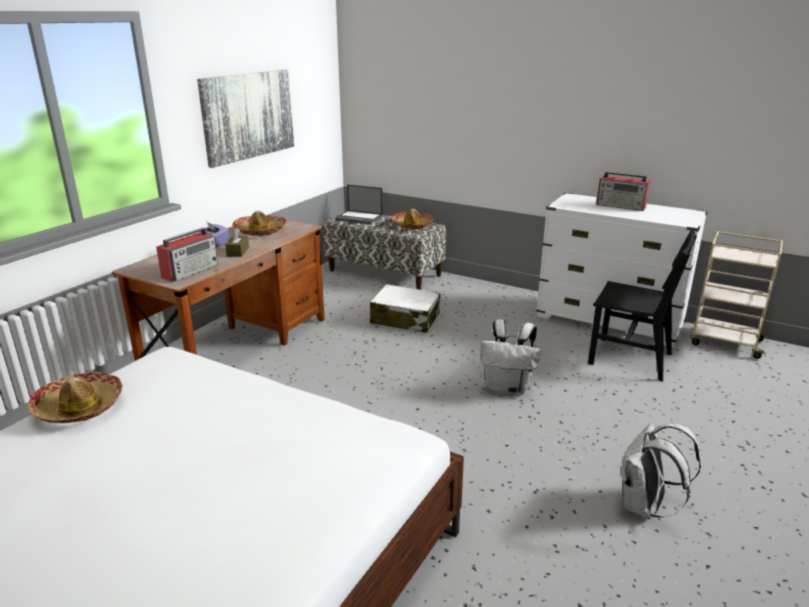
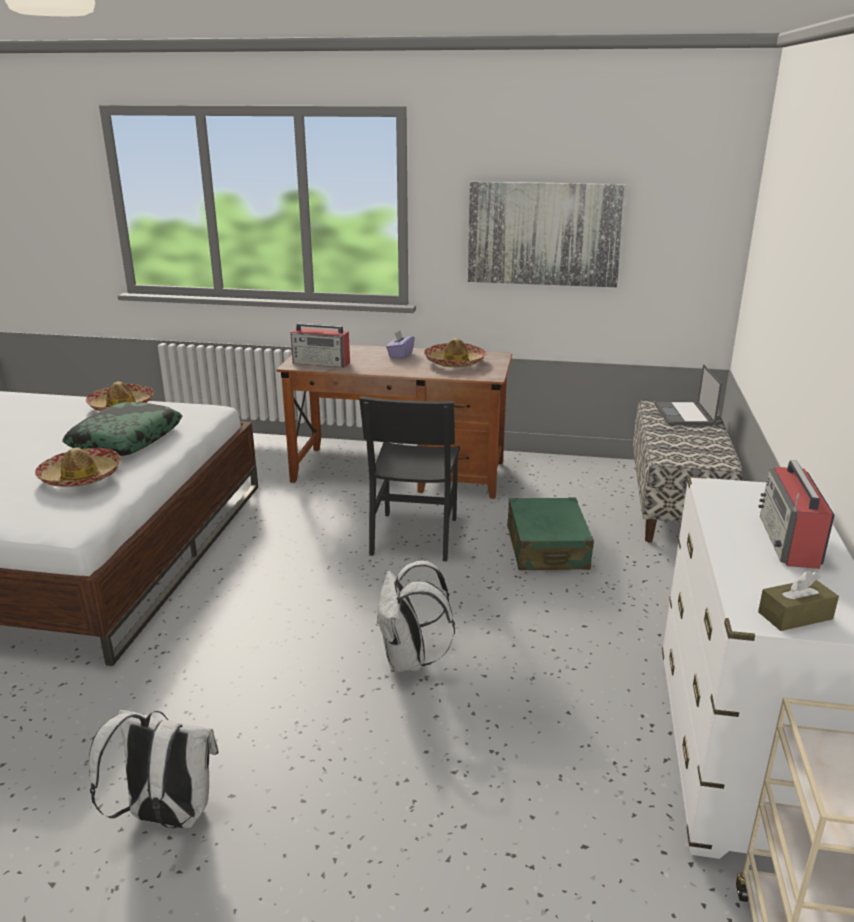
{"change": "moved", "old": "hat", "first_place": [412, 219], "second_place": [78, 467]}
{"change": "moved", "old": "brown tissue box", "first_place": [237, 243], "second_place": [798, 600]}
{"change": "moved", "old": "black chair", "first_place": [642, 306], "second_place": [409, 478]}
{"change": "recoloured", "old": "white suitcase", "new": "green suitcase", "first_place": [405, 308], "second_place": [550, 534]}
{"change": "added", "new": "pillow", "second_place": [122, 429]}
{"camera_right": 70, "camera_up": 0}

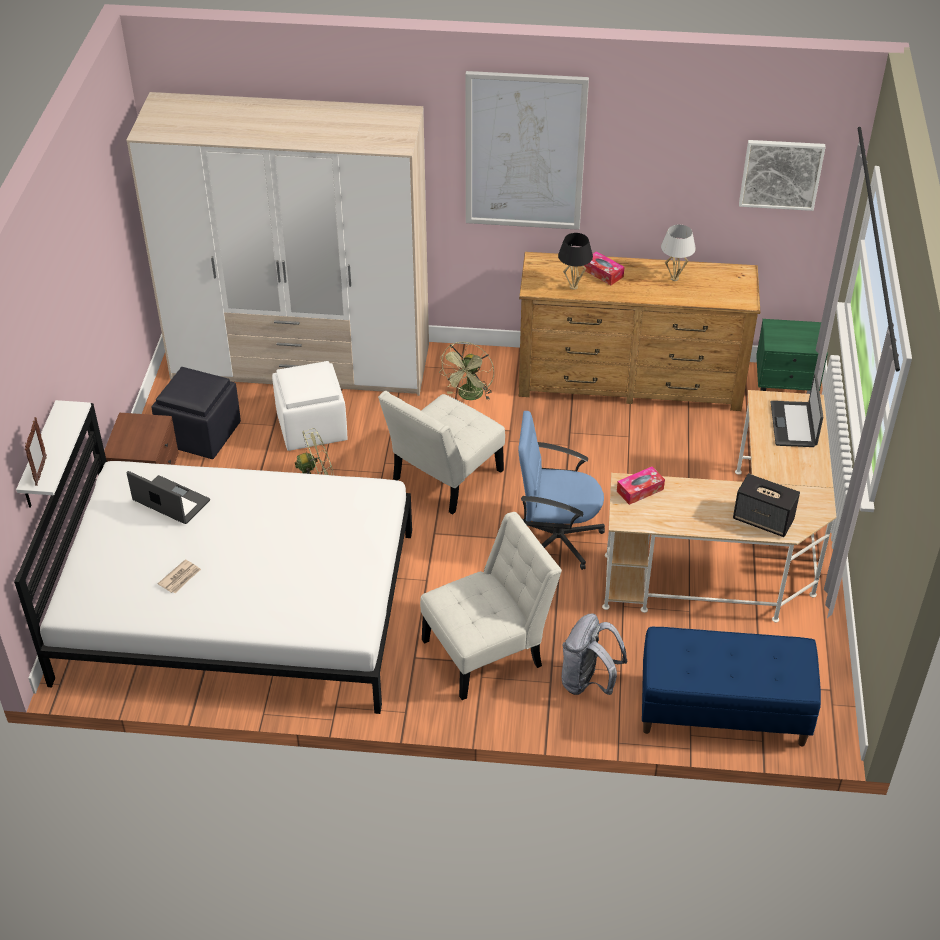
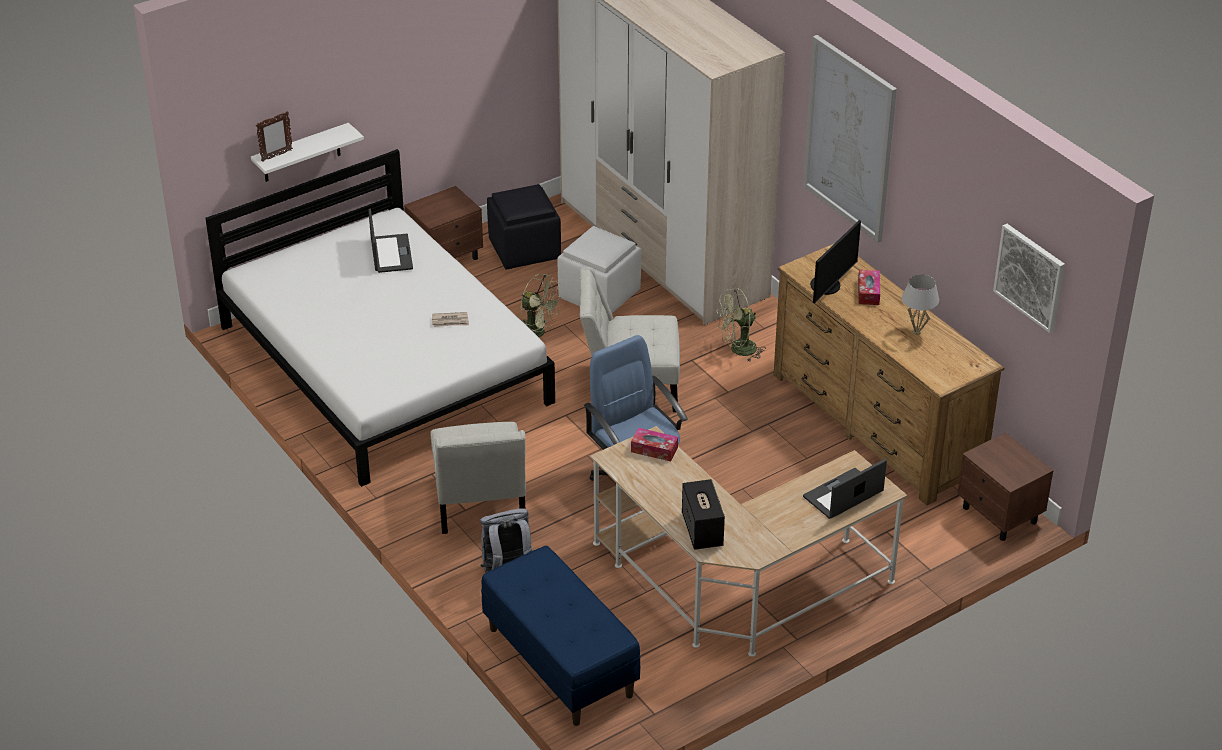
{"change": "replaced", "old": "black table lamp", "new": "monitor", "first_place": [575, 261], "second_place": [835, 261]}
{"change": "recoloured", "old": "green nightstand", "new": "brown nightstand", "first_place": [792, 355], "second_place": [1005, 486]}
{"change": "turned", "old": "white chair", "first_place": [491, 606], "second_place": [478, 478], "degrees": 60}
{"change": "moved", "old": "newspaper", "first_place": [179, 576], "second_place": [450, 319]}
{"camera_right": 50, "camera_up": -5}

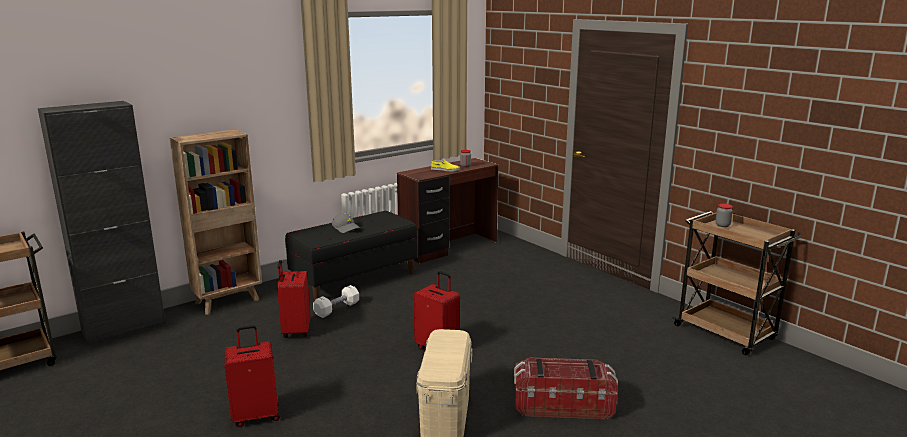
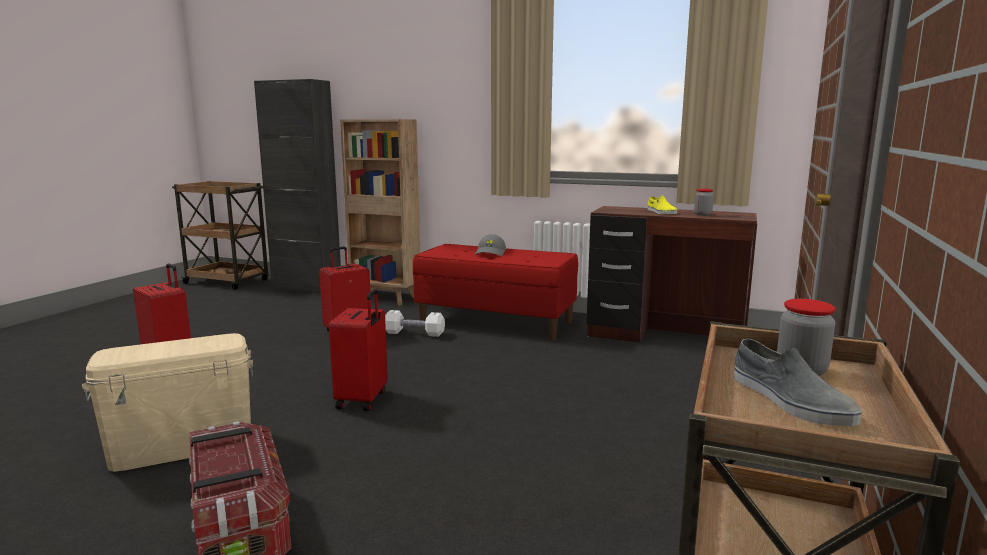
{"change": "recoloured", "old": "black bench", "new": "red bench", "first_place": [351, 256], "second_place": [495, 292]}
{"change": "added", "new": "grey shoe", "second_place": [798, 382]}
{"camera_right": 60, "camera_up": -5}

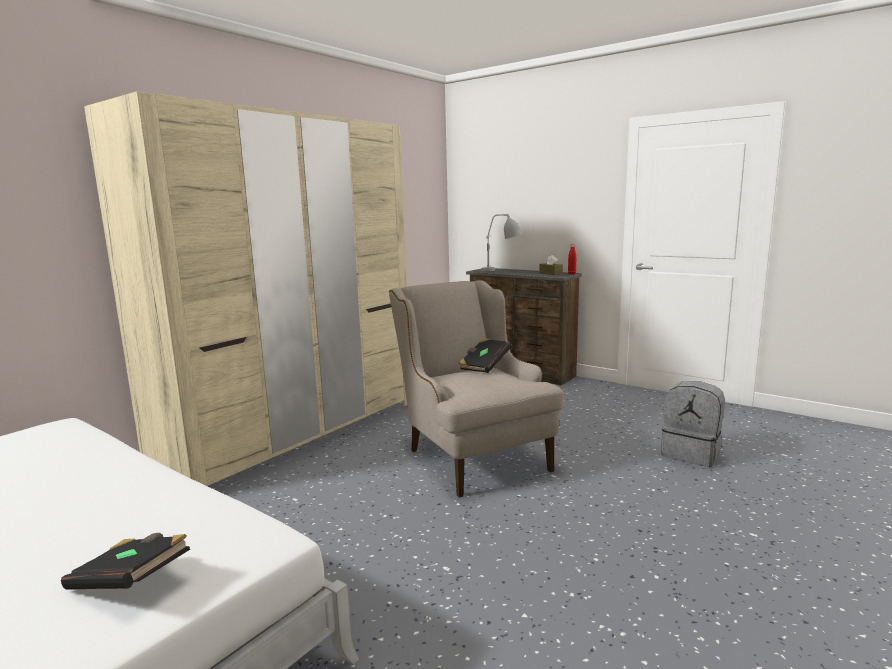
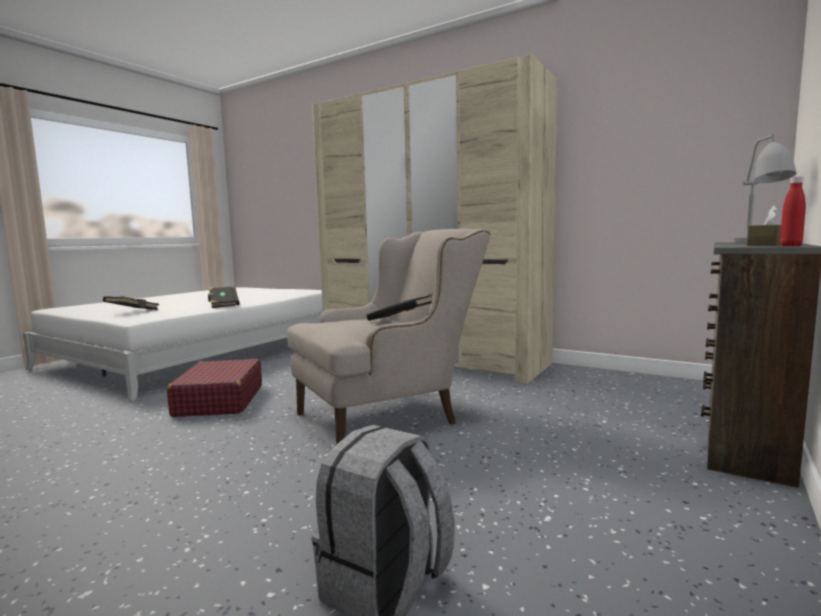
{"change": "added", "new": "black book", "second_place": [224, 297]}
{"change": "added", "new": "red suitcase", "second_place": [214, 388]}
{"camera_right": 85, "camera_up": -5}

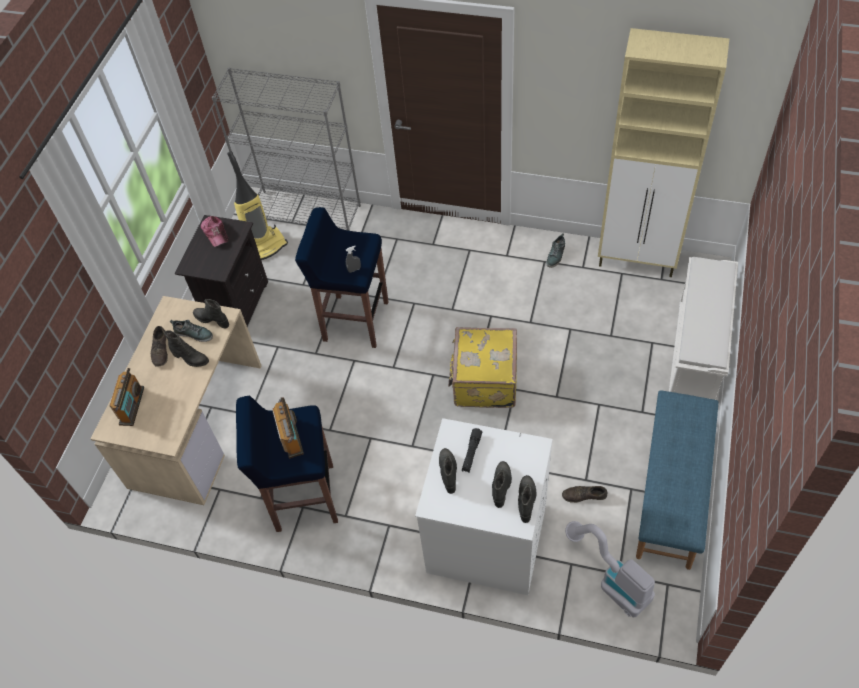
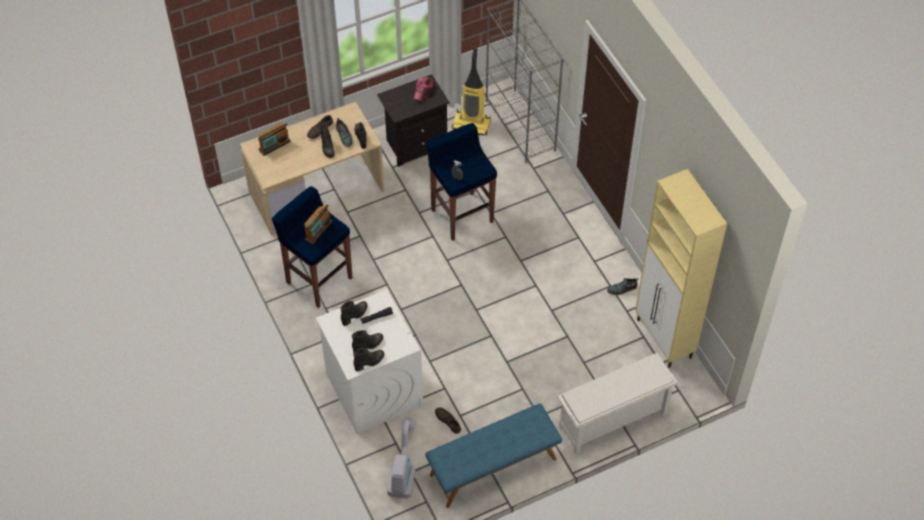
{"change": "removed", "old": "yellow suitcase", "first_place": [482, 367]}
{"camera_right": 45, "camera_up": 0}

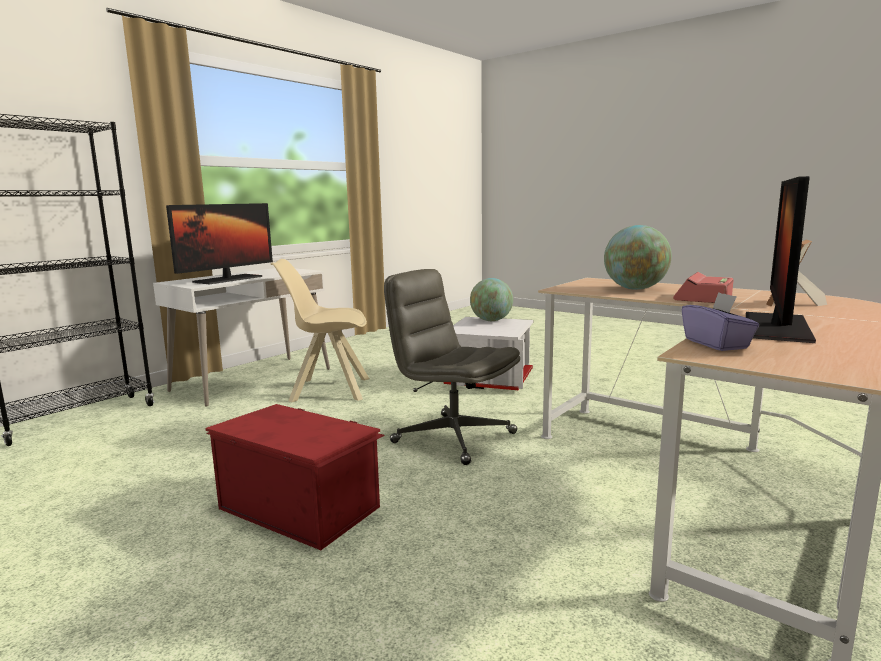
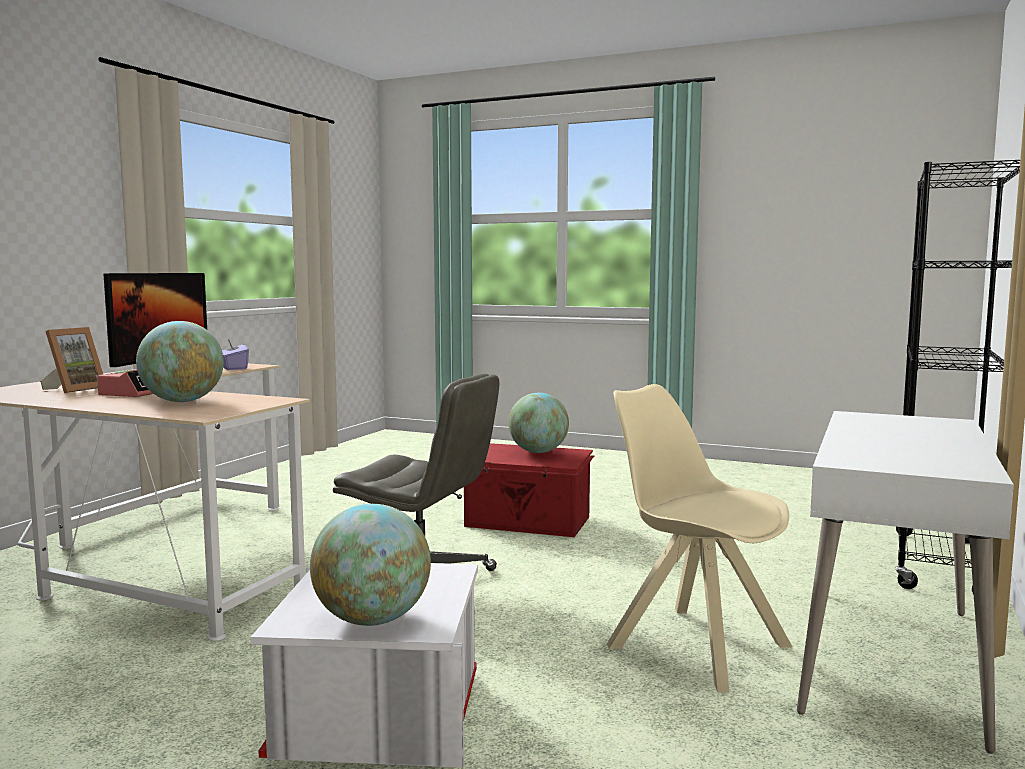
{"change": "removed", "old": "monitor", "first_place": [219, 243]}
{"change": "turned", "old": "beige chair", "first_place": [320, 330], "second_place": [699, 538], "degrees": -120}
{"change": "added", "new": "globe", "second_place": [538, 423]}
{"camera_right": 165, "camera_up": -5}

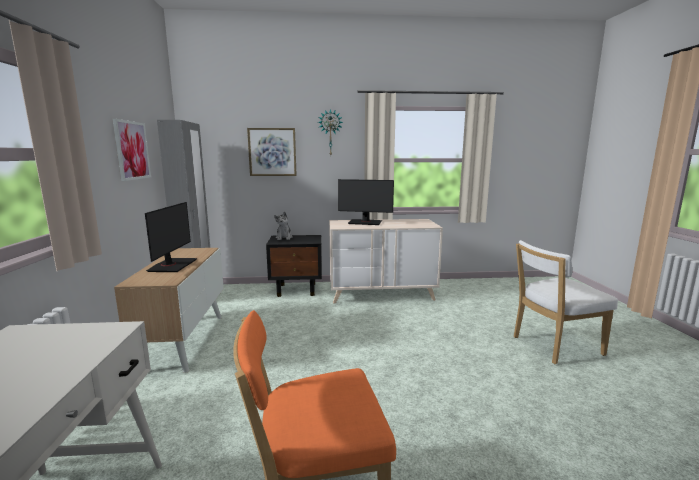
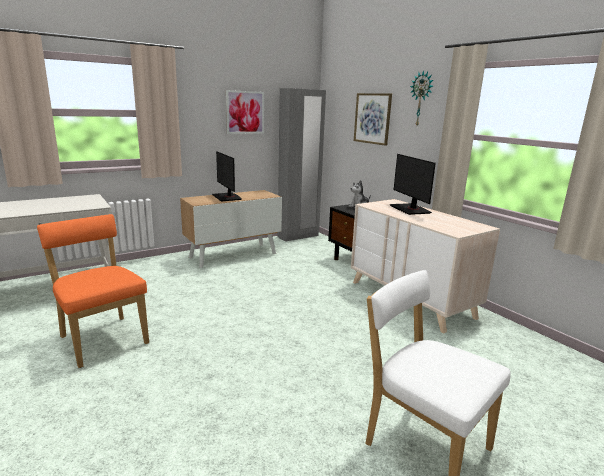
{"change": "turned", "old": "monitor", "first_place": [171, 237], "second_place": [227, 176], "degrees": 90}
{"camera_right": 60, "camera_up": 5}

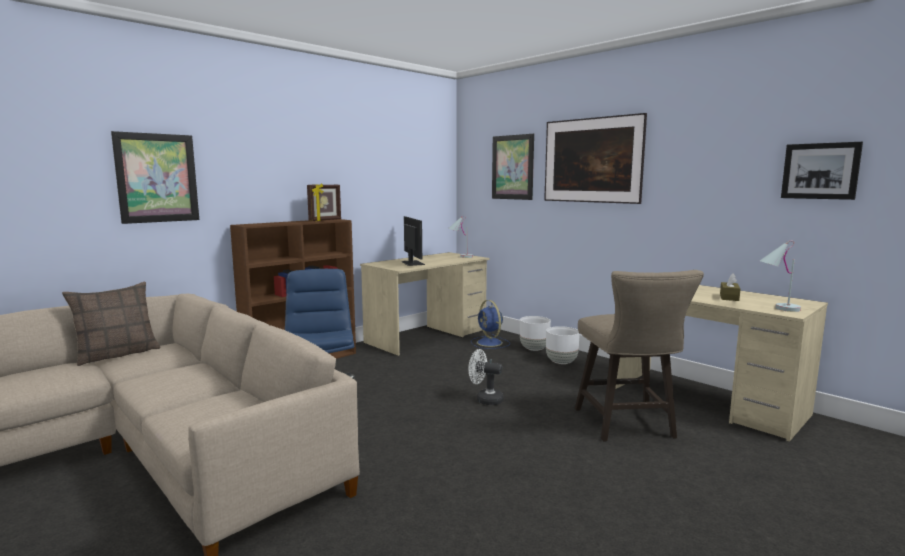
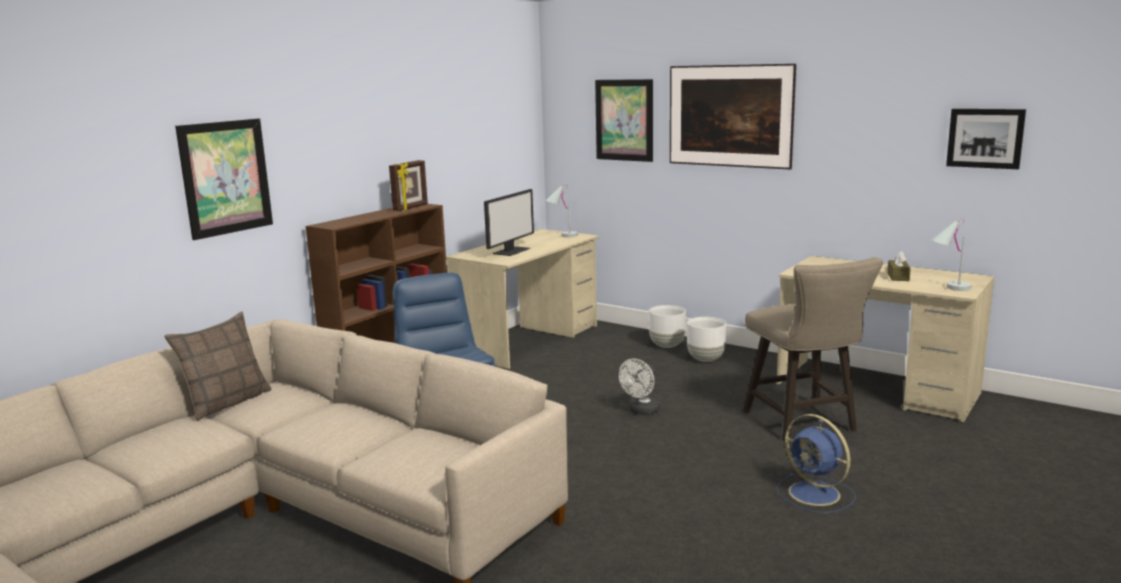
{"change": "turned", "old": "monitor", "first_place": [413, 241], "second_place": [509, 222], "degrees": 60}
{"change": "moved", "old": "blue fan", "first_place": [490, 324], "second_place": [816, 463]}
{"change": "turned", "old": "white fan", "first_place": [485, 377], "second_place": [639, 386], "degrees": -60}
{"camera_right": -10, "camera_up": 5}

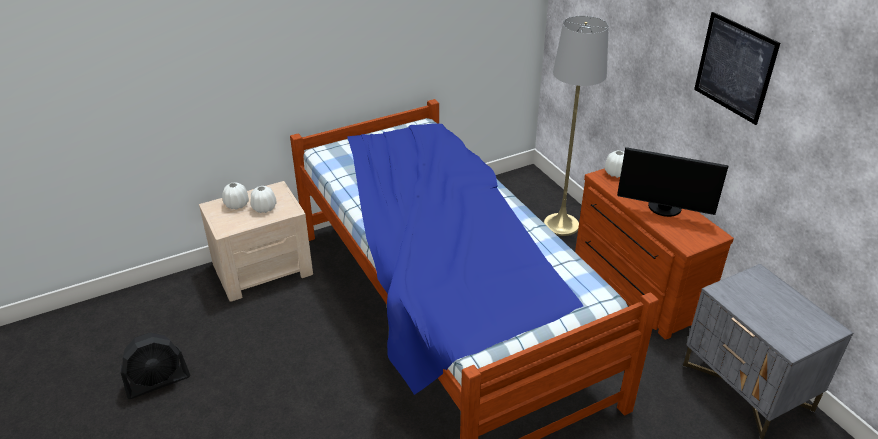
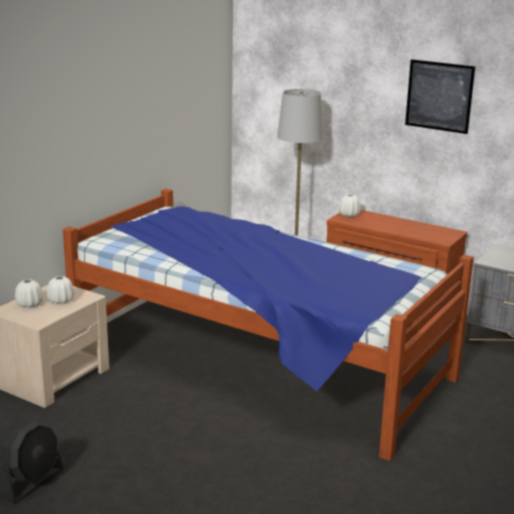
{"change": "removed", "old": "monitor", "first_place": [673, 182]}
{"camera_right": -30, "camera_up": -15}

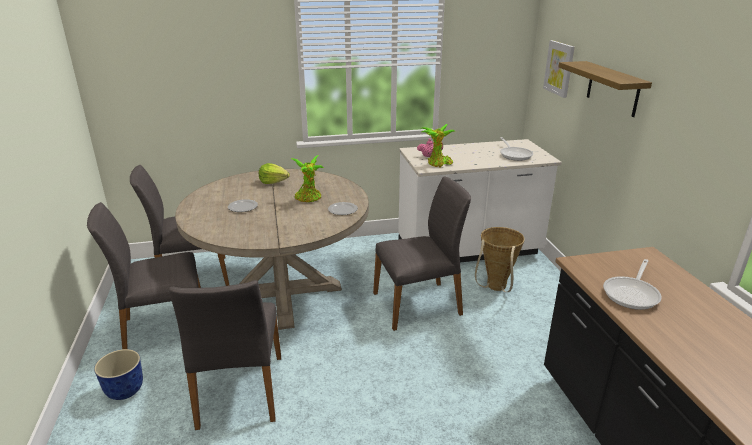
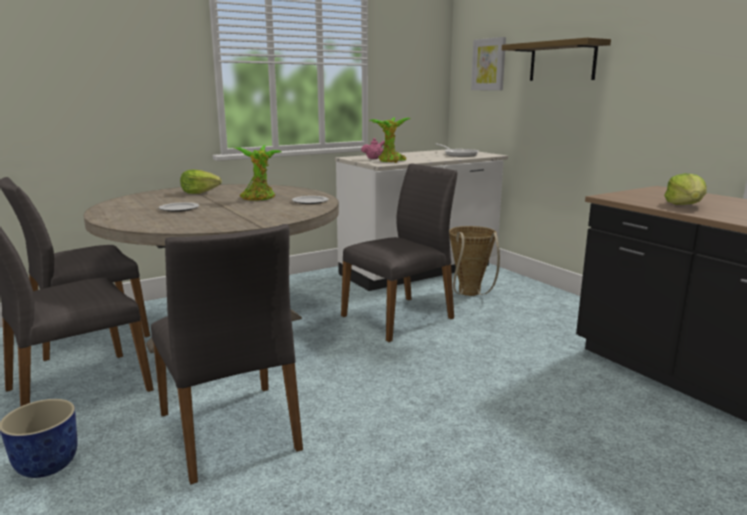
{"change": "replaced", "old": "frying pan", "new": "lettuce", "first_place": [632, 284], "second_place": [685, 189]}
{"camera_right": -20, "camera_up": -10}

